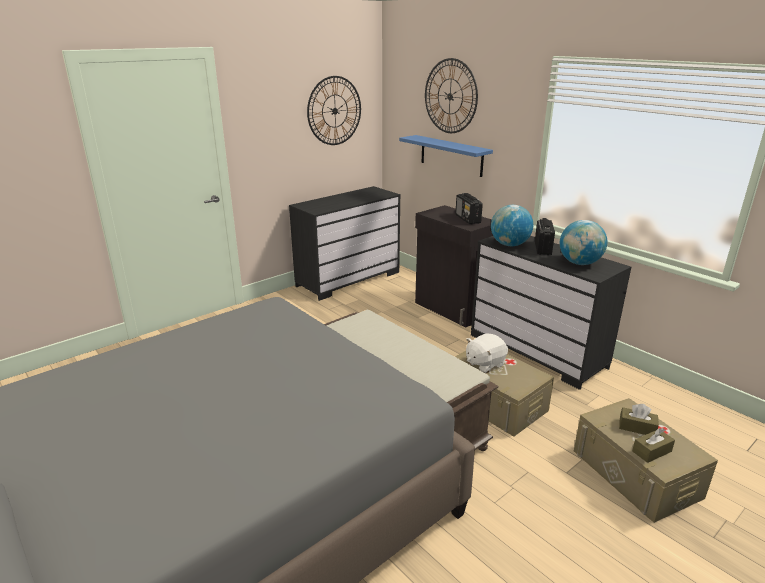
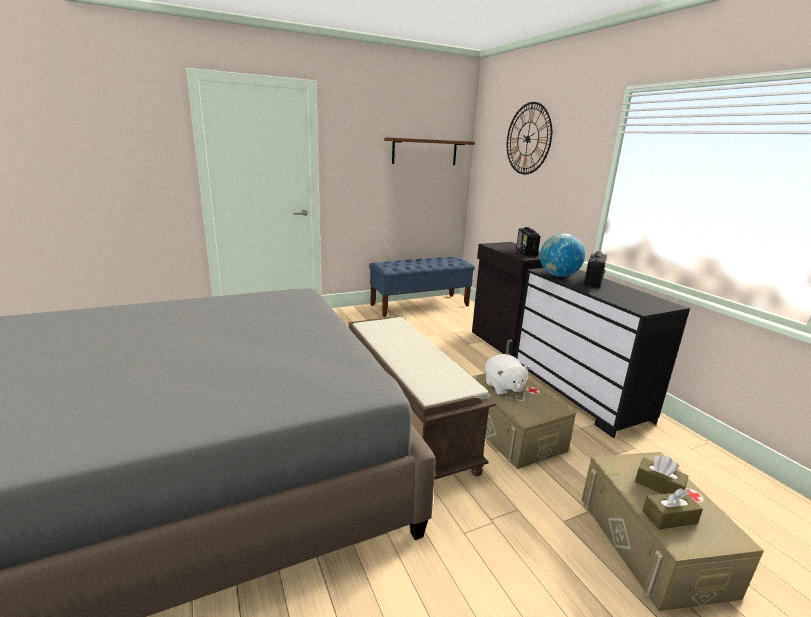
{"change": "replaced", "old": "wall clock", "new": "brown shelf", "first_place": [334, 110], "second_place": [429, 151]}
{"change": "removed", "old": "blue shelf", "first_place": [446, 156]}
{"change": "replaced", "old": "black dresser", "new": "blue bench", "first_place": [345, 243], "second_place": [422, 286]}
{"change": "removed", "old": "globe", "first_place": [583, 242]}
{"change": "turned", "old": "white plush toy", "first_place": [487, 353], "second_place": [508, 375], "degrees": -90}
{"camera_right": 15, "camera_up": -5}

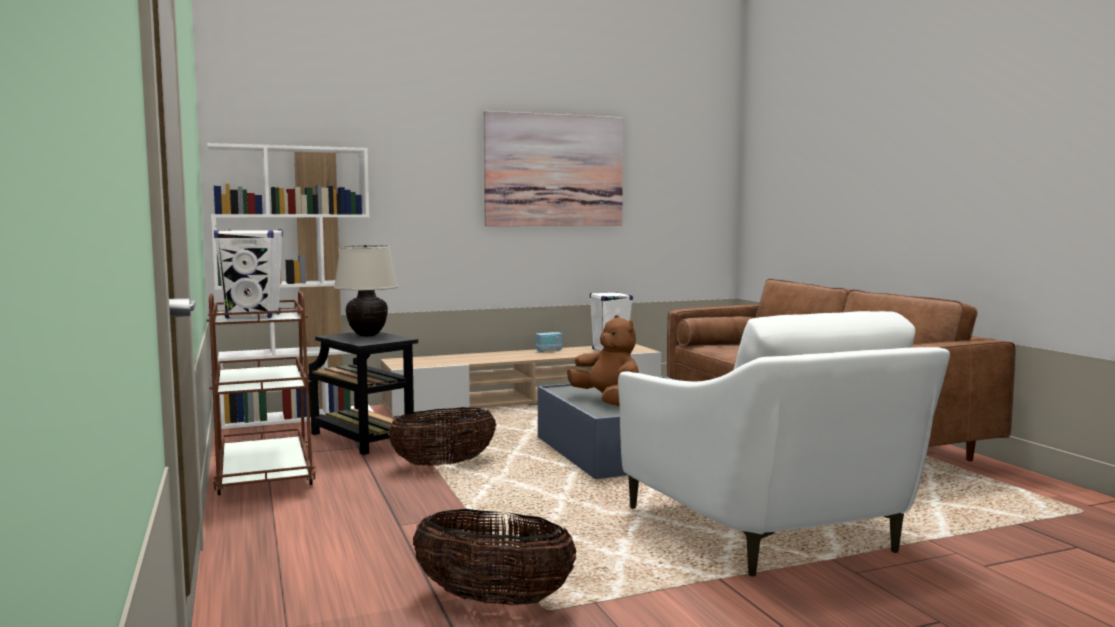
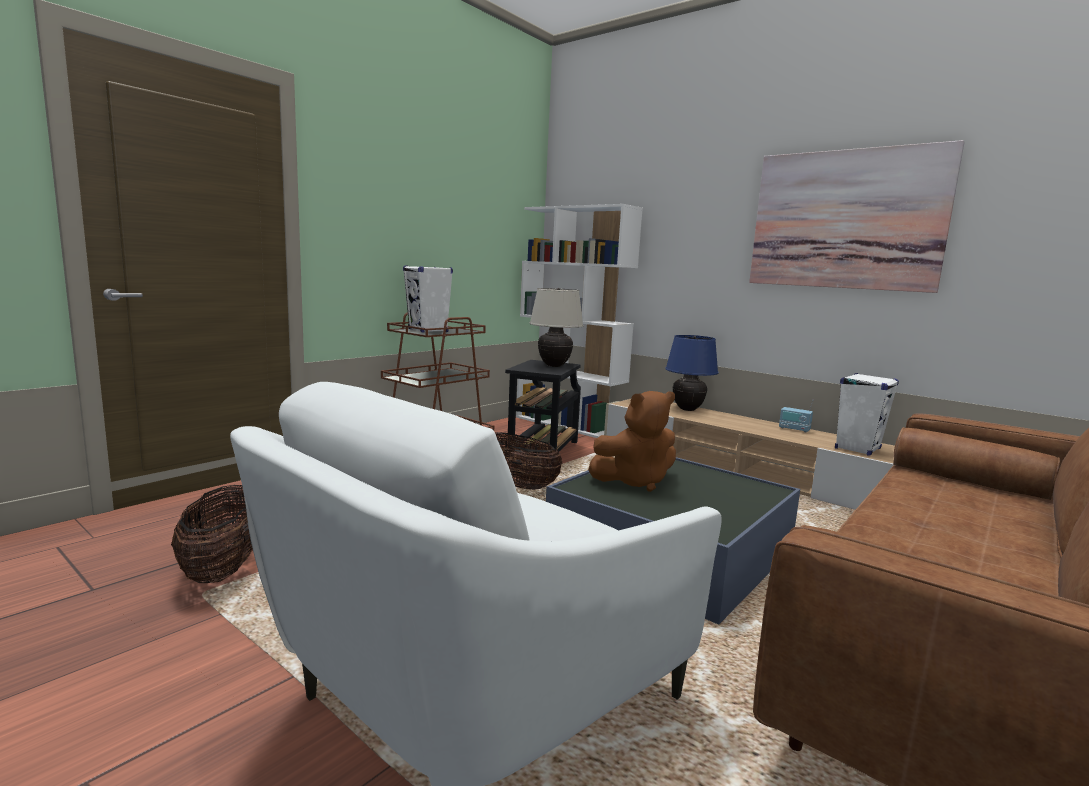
{"change": "turned", "old": "brown plush toy", "first_place": [603, 360], "second_place": [632, 441], "degrees": 45}
{"change": "added", "new": "blue table lamp", "second_place": [691, 373]}
{"camera_right": 60, "camera_up": 5}

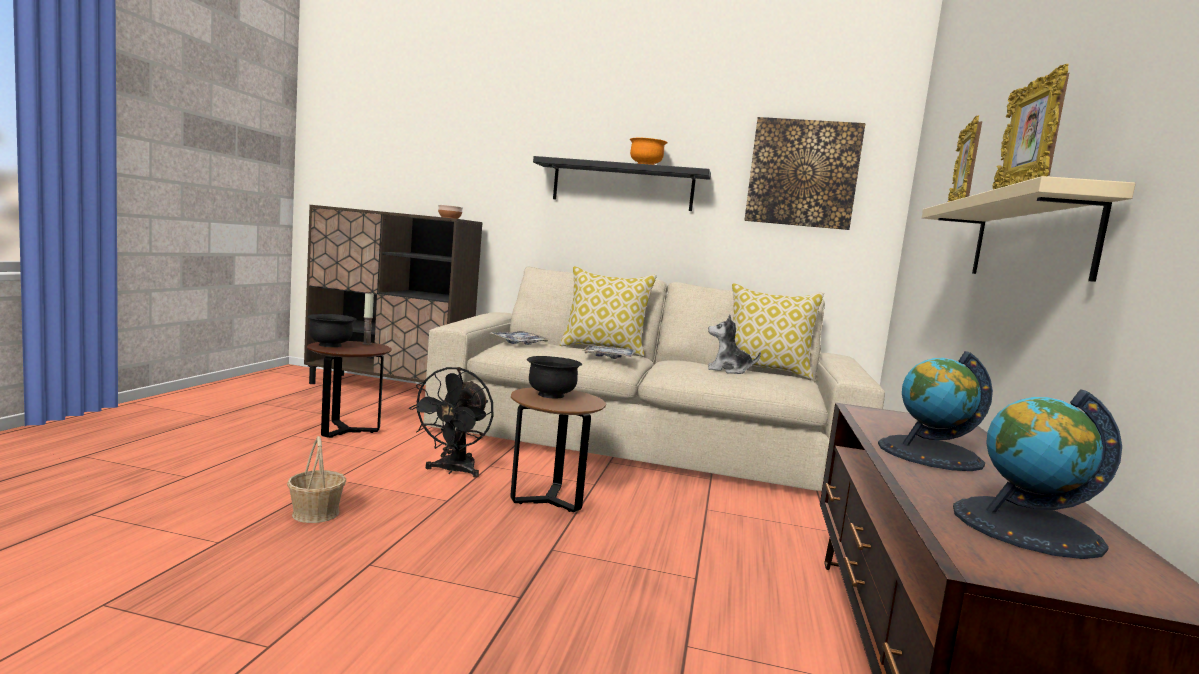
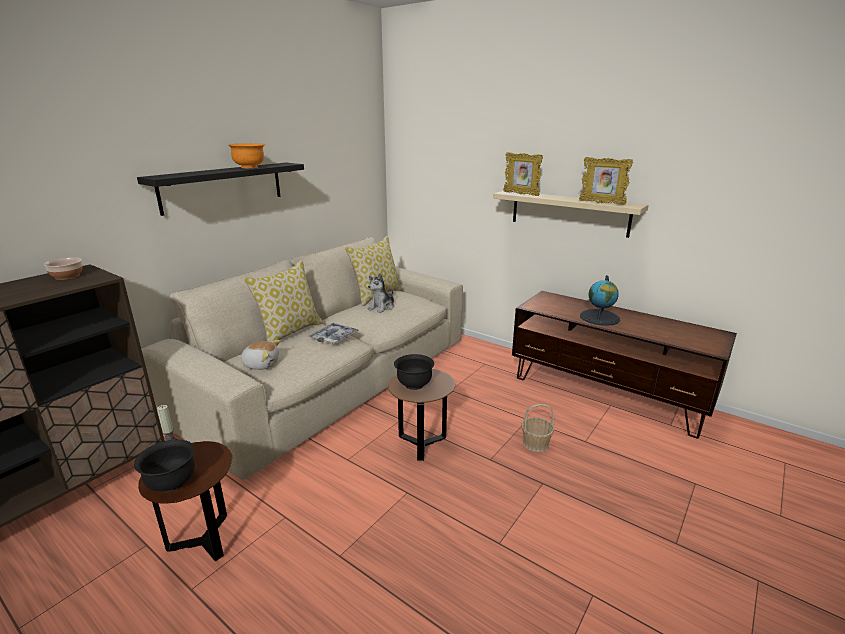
{"change": "removed", "old": "picture", "first_place": [804, 173]}
{"change": "replaced", "old": "tray", "new": "plush toy", "first_place": [521, 338], "second_place": [259, 355]}
{"change": "removed", "old": "black fan", "first_place": [451, 422]}
{"change": "removed", "old": "globe", "first_place": [1037, 474]}
{"change": "moved", "old": "basket", "first_place": [316, 479], "second_place": [538, 428]}
{"camera_right": -65, "camera_up": 15}

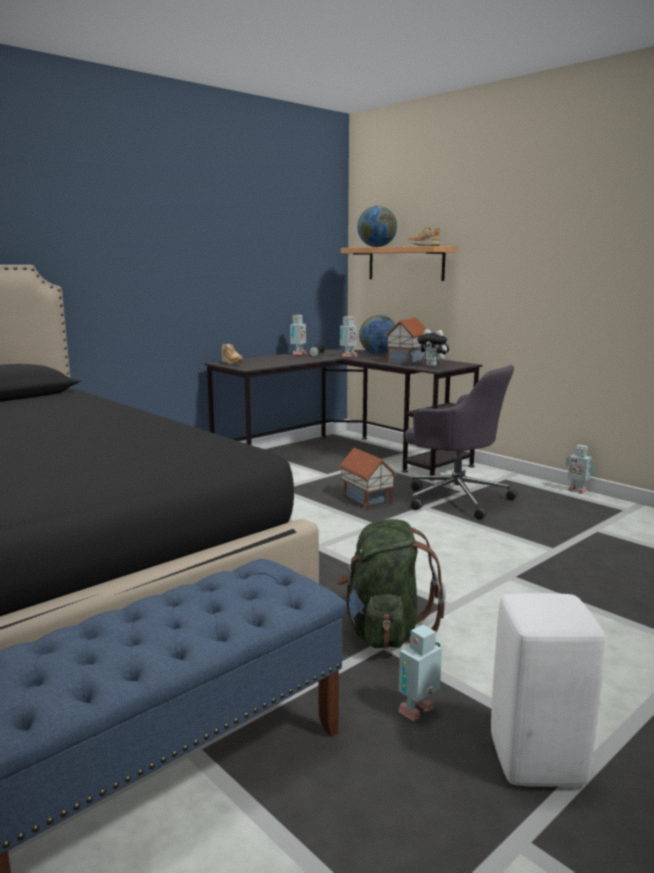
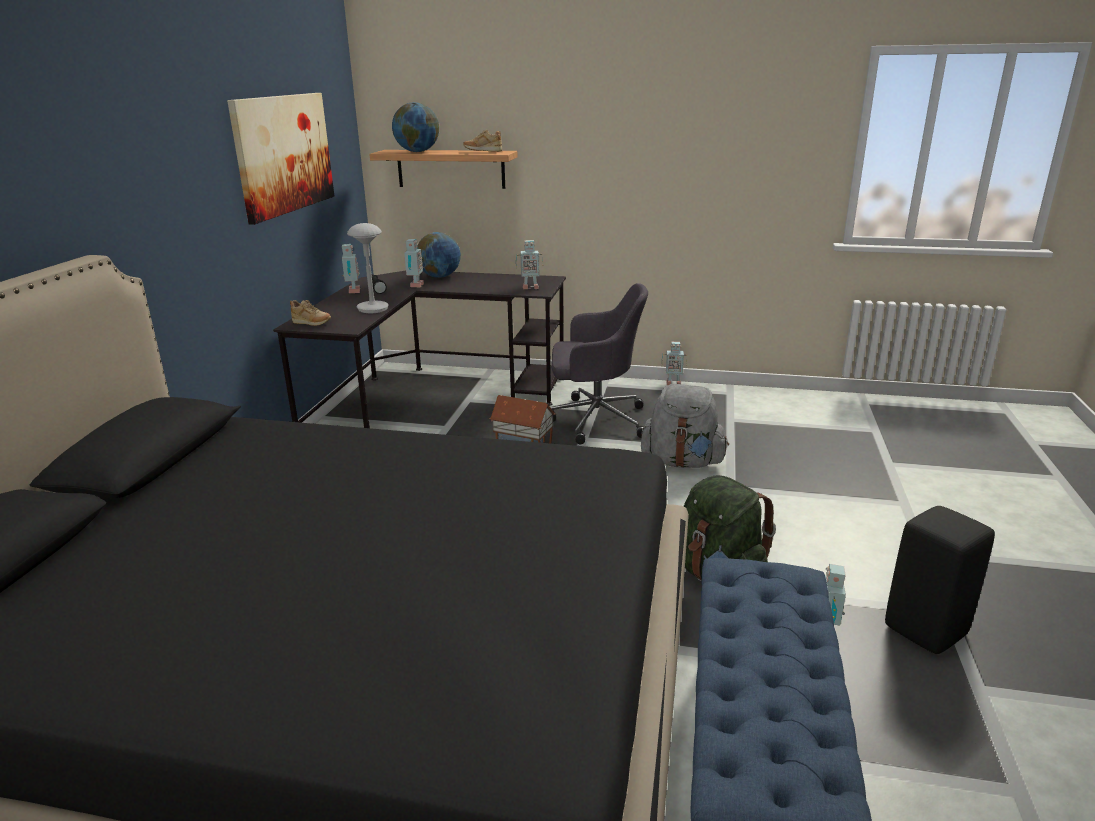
{"change": "removed", "old": "toy house", "first_place": [406, 340]}
{"change": "replaced", "old": "plush toy", "new": "toy robot", "first_place": [434, 348], "second_place": [529, 264]}
{"change": "recoloured", "old": "white stool", "new": "black stool", "first_place": [548, 689], "second_place": [940, 580]}
{"change": "added", "new": "picture", "second_place": [280, 159]}
{"change": "added", "new": "grey table lamp", "second_place": [368, 268]}
{"change": "added", "new": "grey backpack", "second_place": [685, 426]}
{"camera_right": -35, "camera_up": 10}

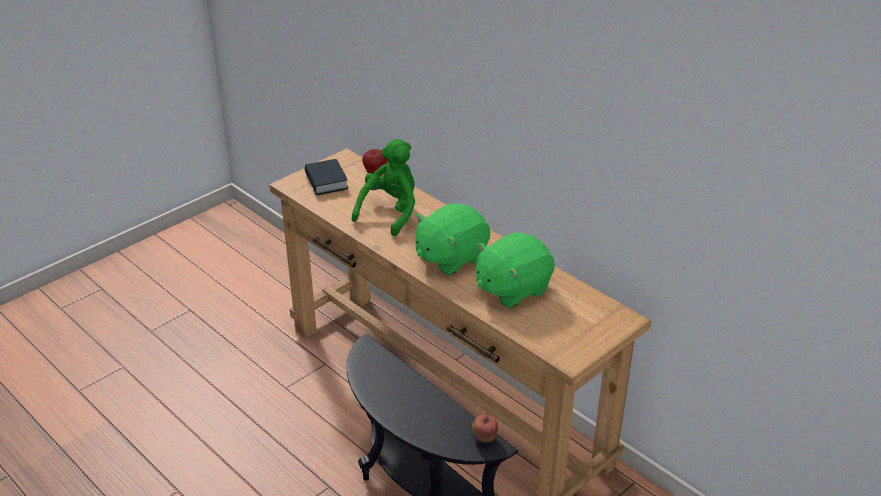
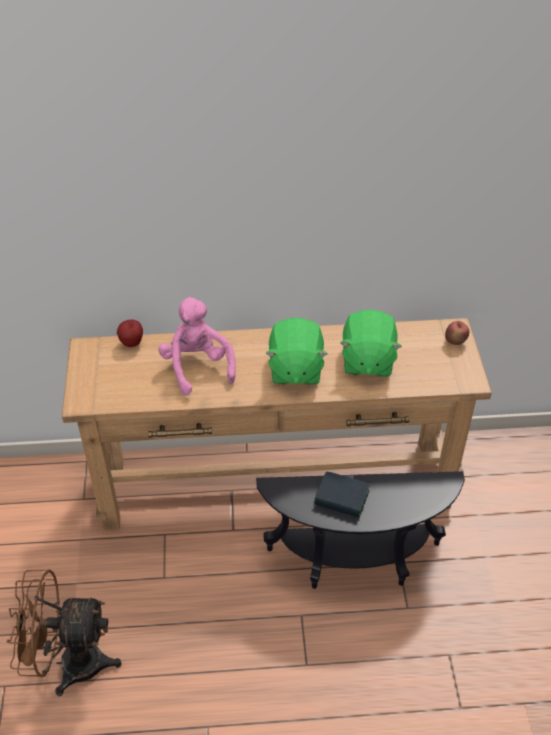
{"change": "recoloured", "old": "green plush toy", "new": "pink plush toy", "first_place": [383, 187], "second_place": [197, 346]}
{"change": "moved", "old": "book", "first_place": [326, 177], "second_place": [342, 494]}
{"change": "moved", "old": "apple", "first_place": [484, 428], "second_place": [457, 333]}
{"change": "added", "new": "brown fan", "second_place": [64, 633]}
{"camera_right": -50, "camera_up": 10}

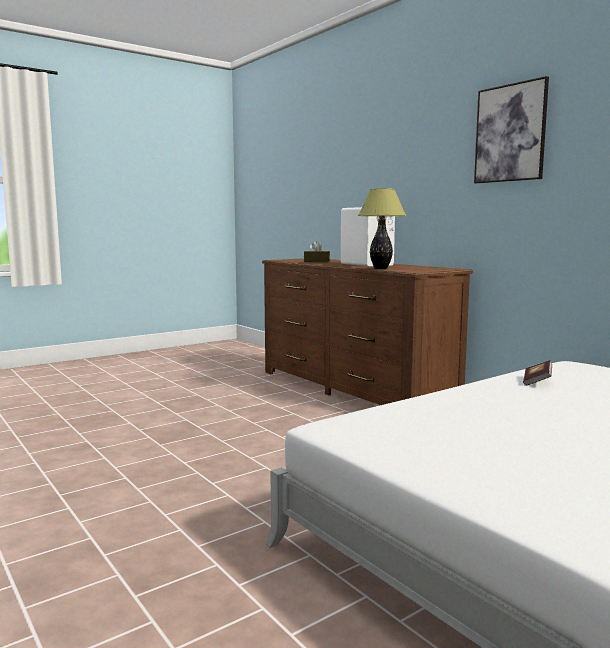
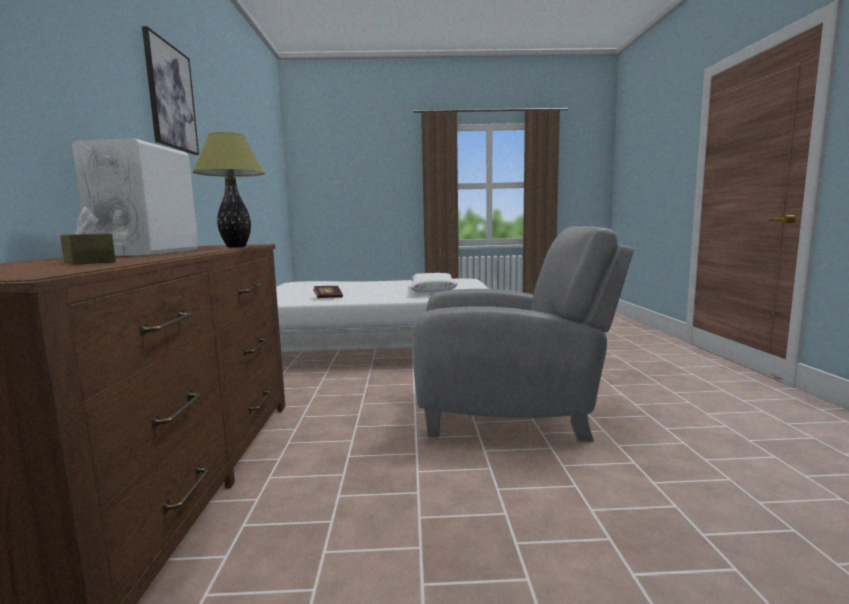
{"change": "added", "new": "grey armchair", "second_place": [523, 334]}
{"change": "added", "new": "white pillow", "second_place": [434, 283]}
{"camera_right": -145, "camera_up": 0}

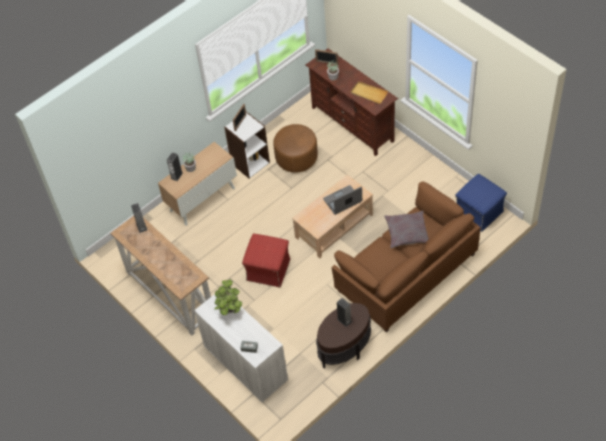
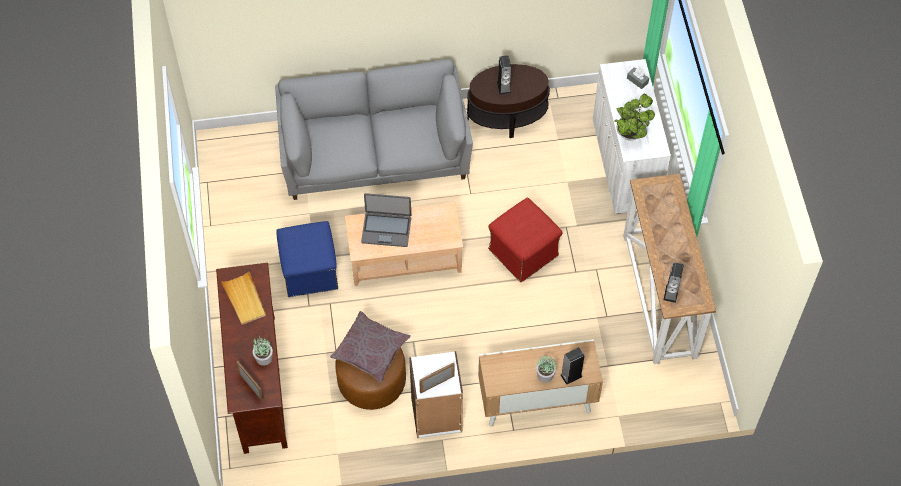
{"change": "moved", "old": "blue ottoman", "first_place": [481, 203], "second_place": [307, 259]}
{"change": "recoloured", "old": "brown sofa", "new": "grey sofa", "first_place": [406, 257], "second_place": [374, 129]}
{"change": "moved", "old": "grey pillow", "first_place": [406, 229], "second_place": [370, 347]}
{"camera_right": -150, "camera_up": 5}

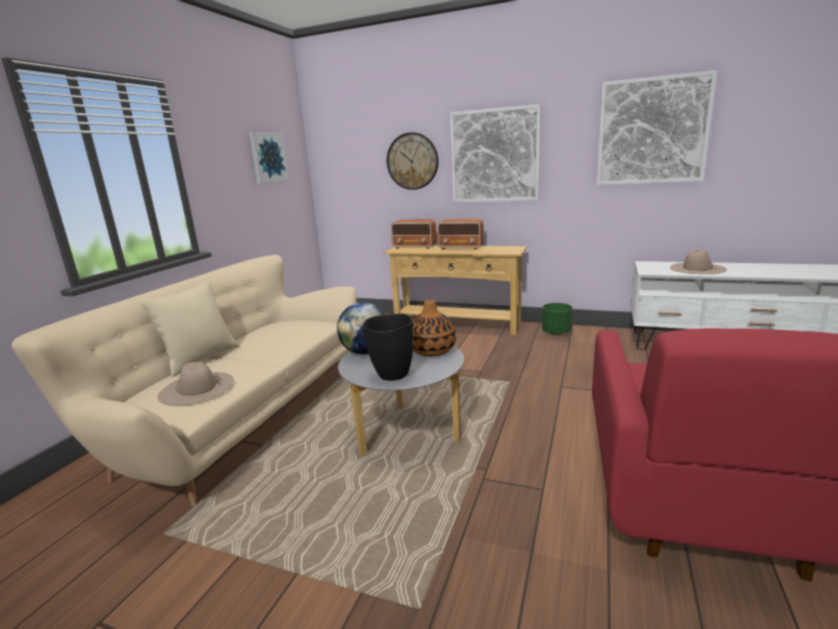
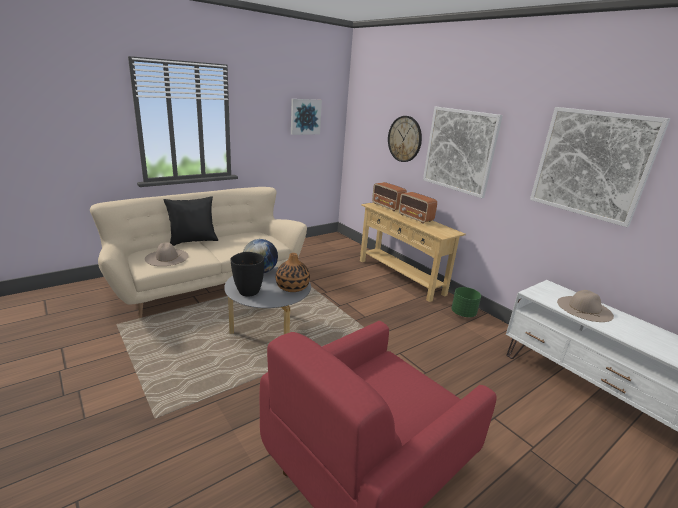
{"change": "recoloured", "old": "beige pillow", "new": "black pillow", "first_place": [189, 329], "second_place": [191, 221]}
{"camera_right": 30, "camera_up": 5}

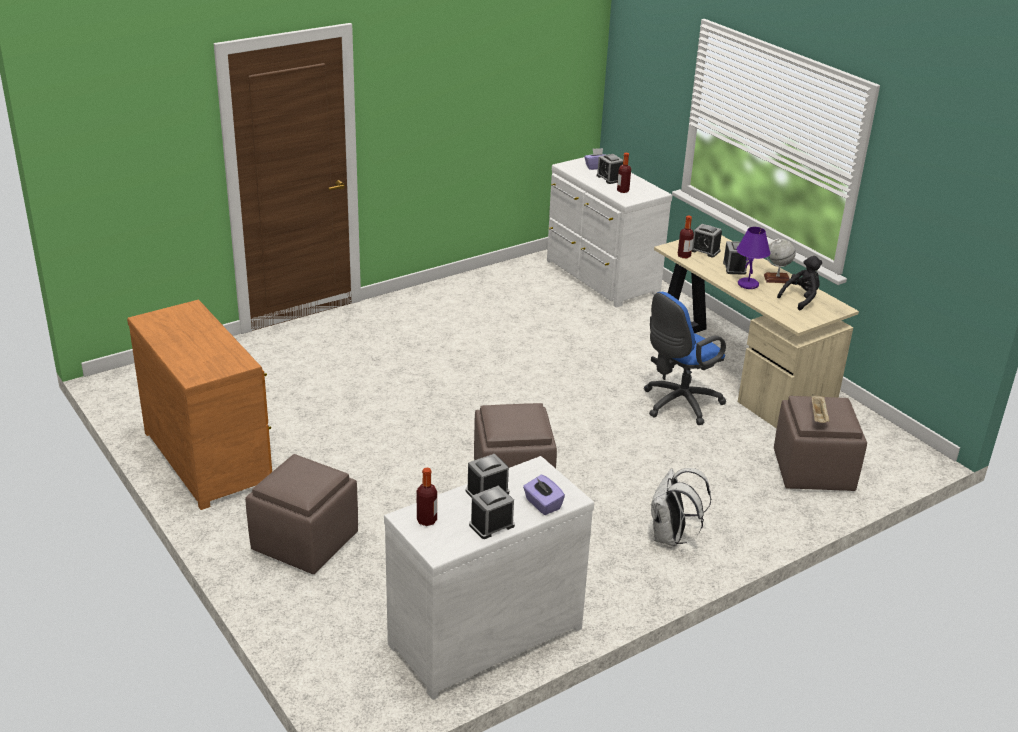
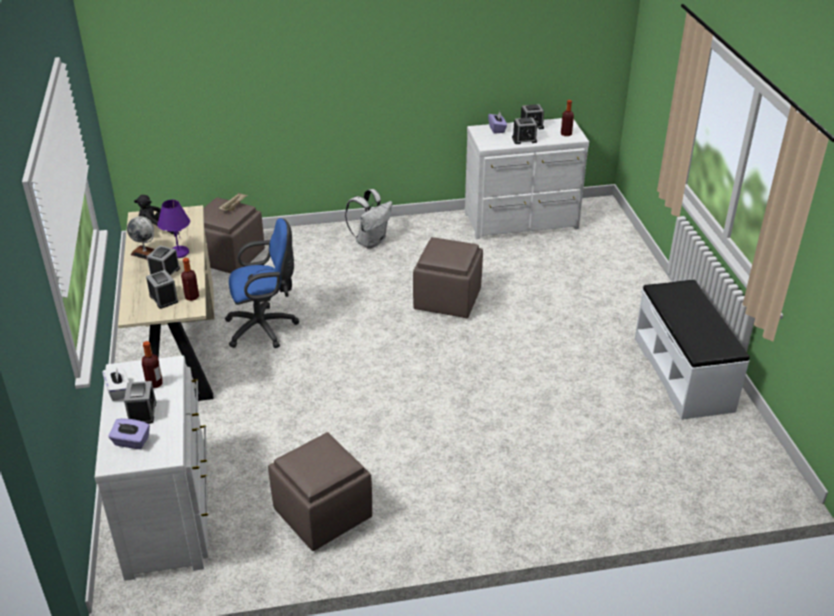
{"change": "replaced", "old": "brown dresser", "new": "white bench", "first_place": [199, 405], "second_place": [692, 350]}
{"change": "moved", "old": "brown ottoman", "first_place": [301, 514], "second_place": [320, 491]}
{"change": "added", "new": "white tissue box", "second_place": [116, 385]}
{"camera_right": -155, "camera_up": 5}

